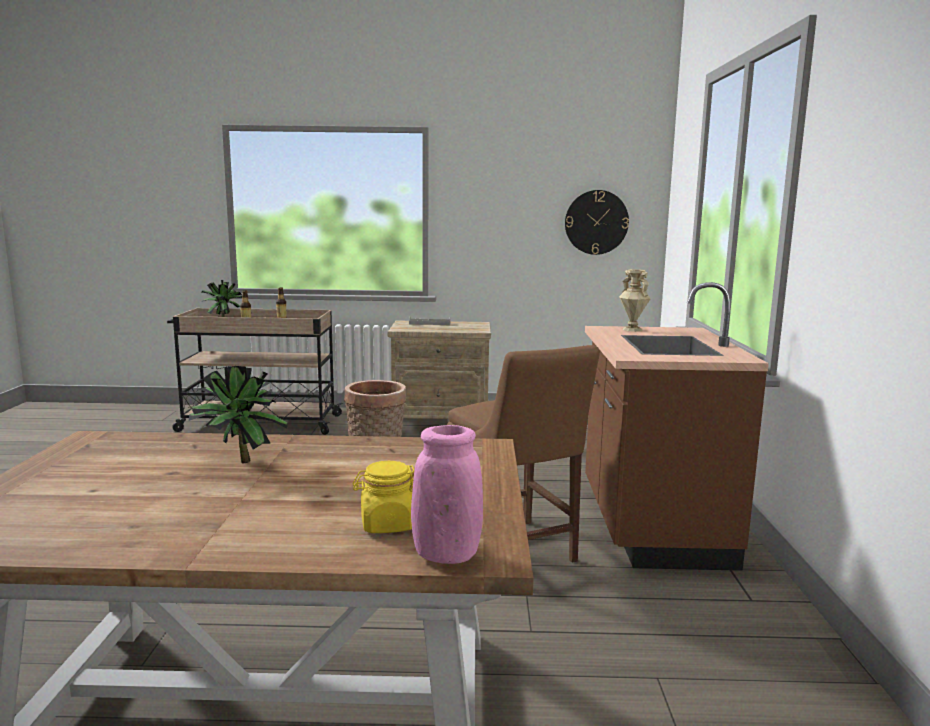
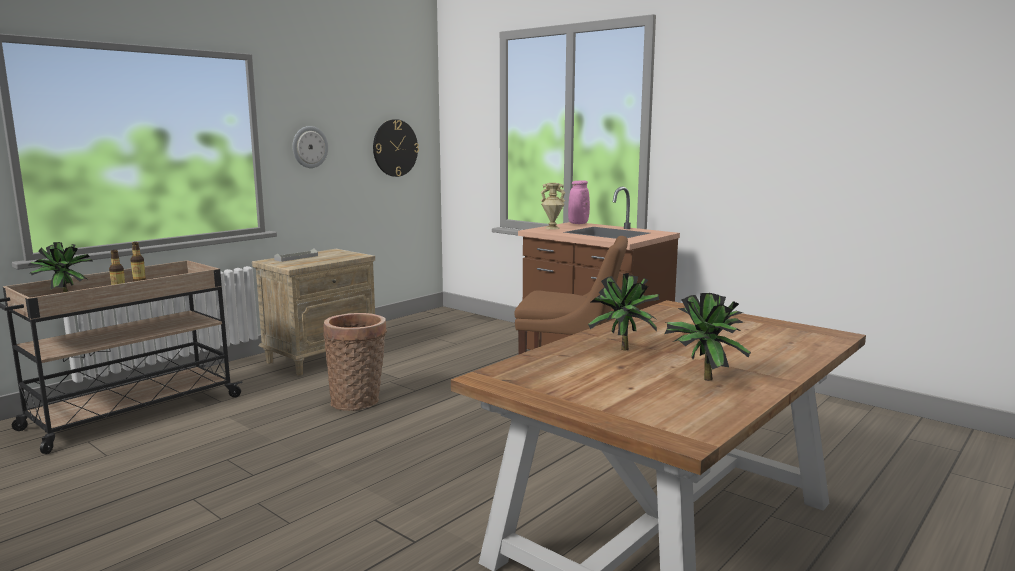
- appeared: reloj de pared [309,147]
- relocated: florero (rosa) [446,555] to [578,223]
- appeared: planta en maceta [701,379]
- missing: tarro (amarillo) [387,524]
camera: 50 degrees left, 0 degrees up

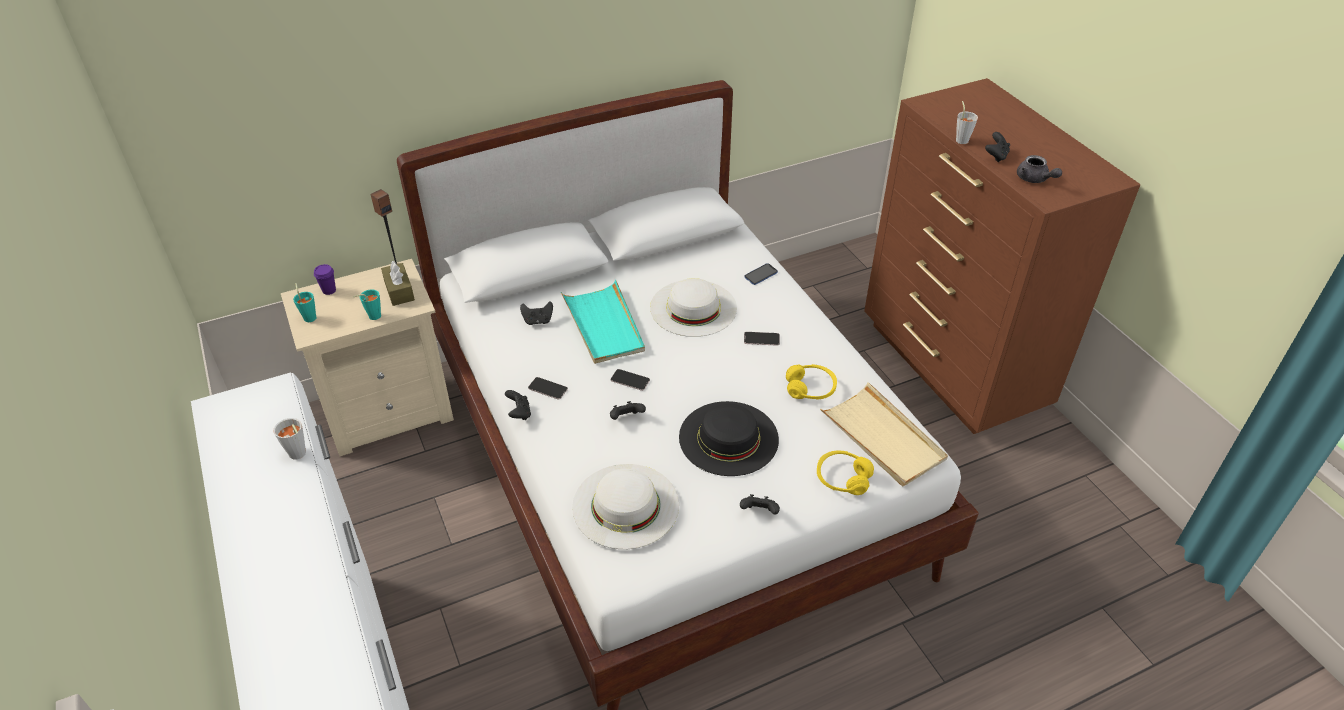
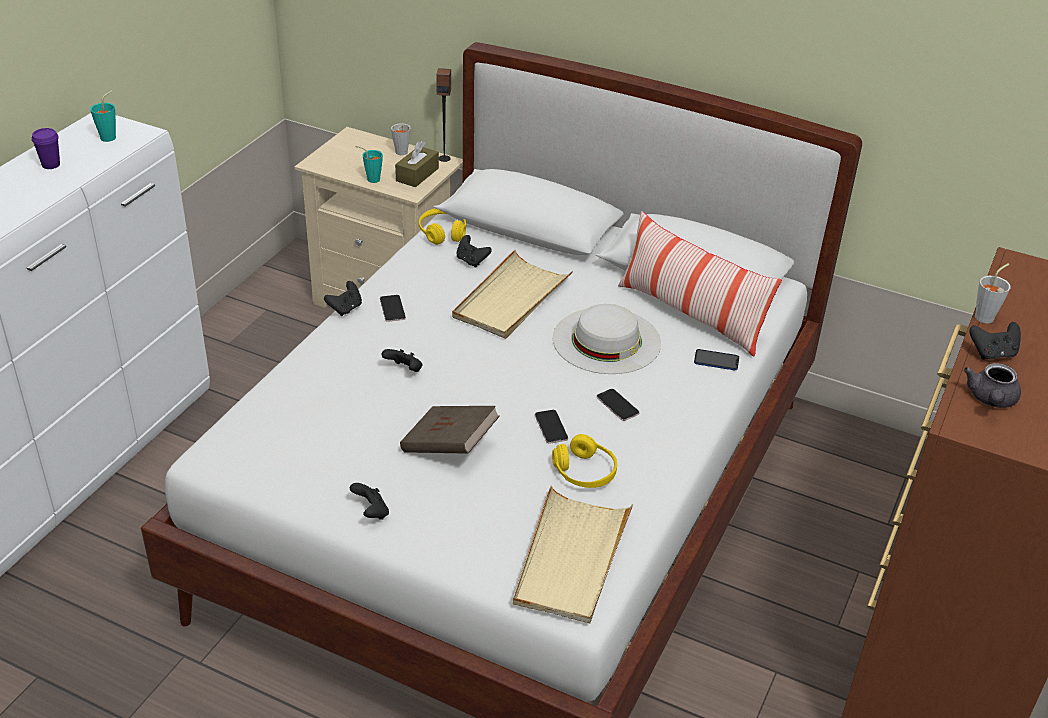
- relocated: taza (morado) [329,290] to [51,165]
- relocated: taza (turquesa) [309,316] to [110,136]
- relocated: taza (gris) [298,455] to [400,153]
- exchanged: sombrero (negro) [728,438] to libro (marrón) [449,446]
- relocated: auriculares (amarillo) [843,478] to [442,233]
- colour: bandeja (turquesa) [604,325] to bandeja (beis) [511,299]
- relocated: móvil [630,380] to [551,427]
- appeared: cojín [691,314]
- missing: sombrero (blanco) [625,505]
camera: 50 degrees right, 5 degrees down

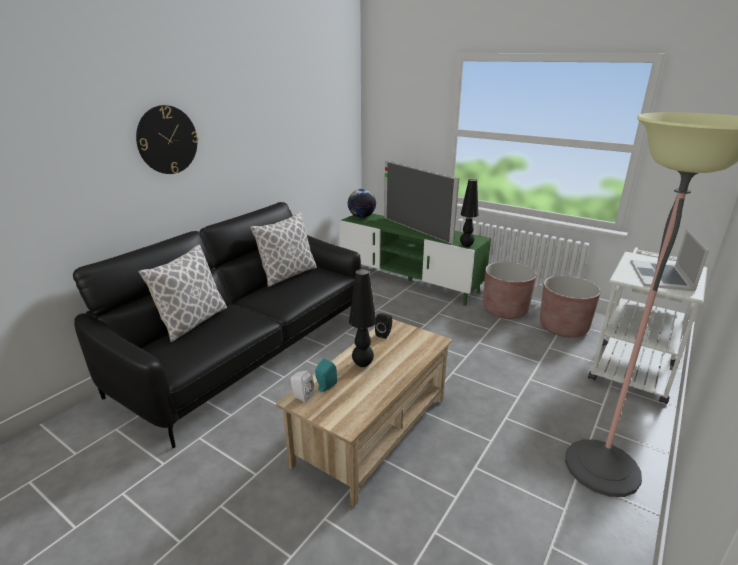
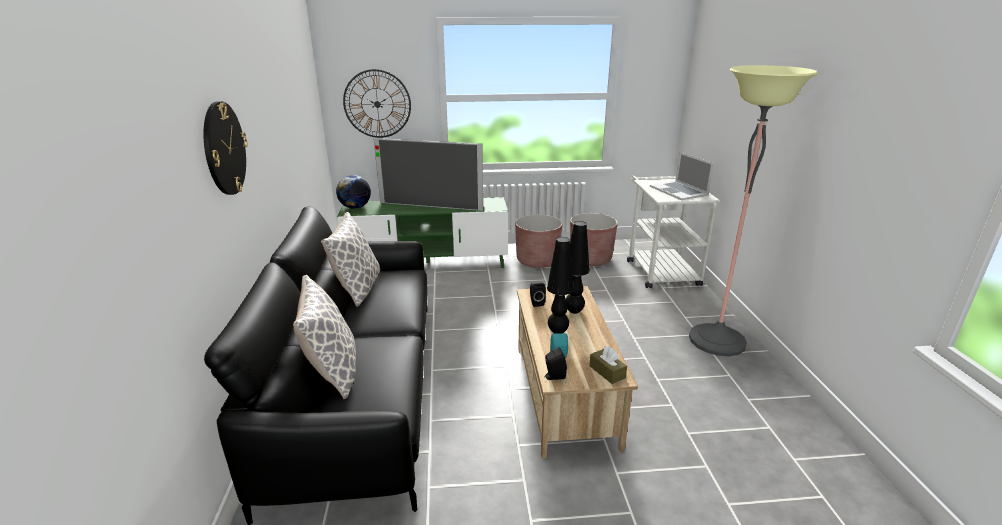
- appeared: reloj de pared [377,104]
- colour: altavoz (blanco) [301,396] to altavoz (negro) [553,376]
- relocated: lámpara de mesa (negro) [466,246] to [574,311]
- appeared: caja de pañuelos (marrón) [607,372]
camera: 40 degrees left, 0 degrees up

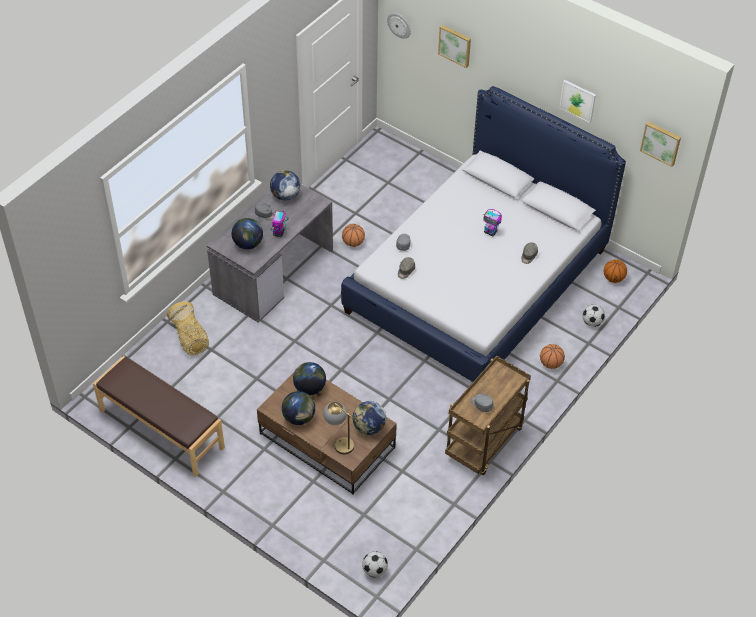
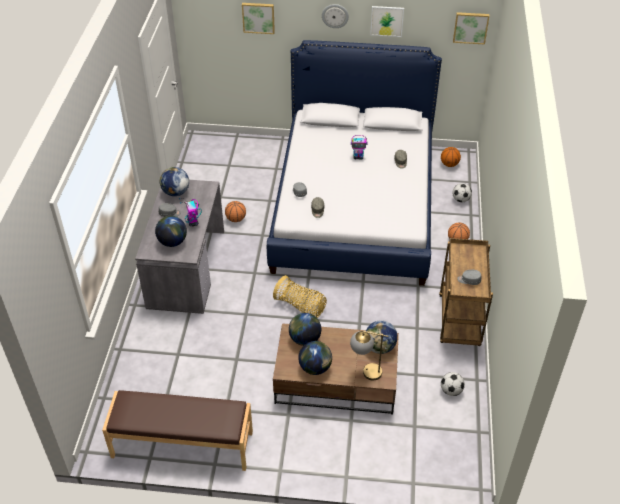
- relocated: cesta [190,338] to [301,306]
- relocated: reloj de pared [399,25] to [335,15]
- relocated: balón de fútbol [374,570] to [451,391]
camera: 30 degrees left, 5 degrees down

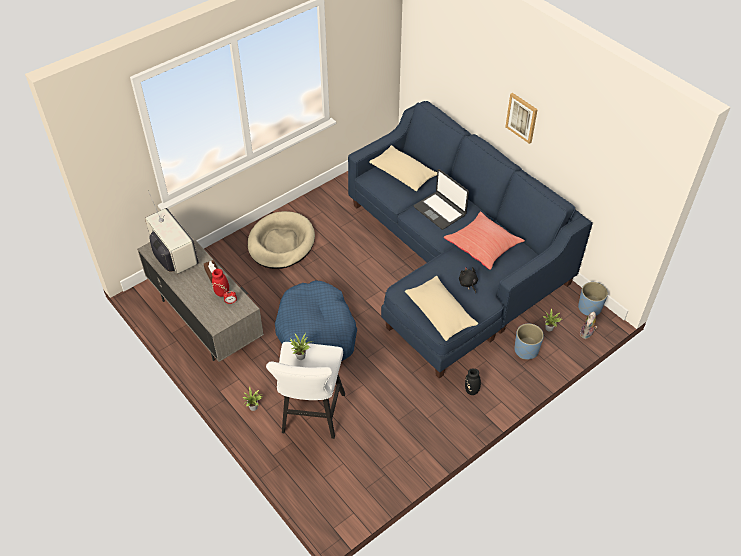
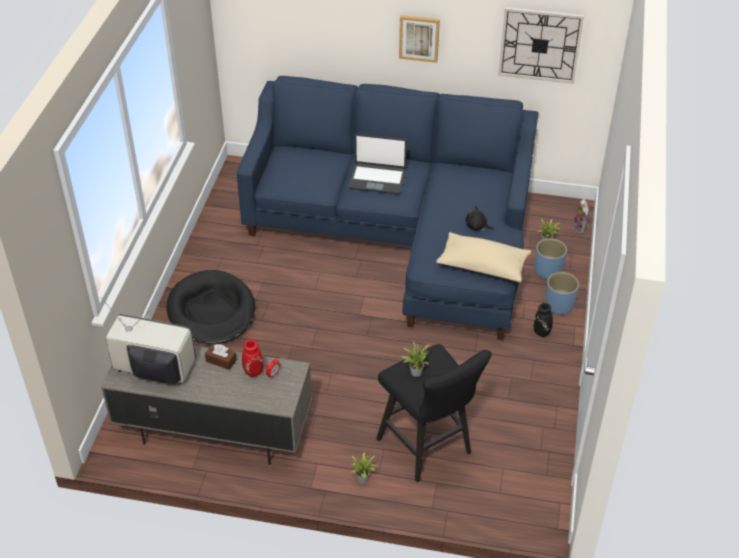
- colour: cama para perro (beis) [281,243] to cama para perro (negro) [211,311]
- colour: taburete (blanco) [311,417] to taburete (negro) [428,449]
- appeared: reloj de pared [540,45]
- relocated: maceta (azul) [590,308] to [559,305]
- missing: cama para perro (azul) [317,332]
- missing: cojín (beis) [403,174]
- missing: cojín (rojo) [483,247]
camera: 40 degrees left, 5 degrees down

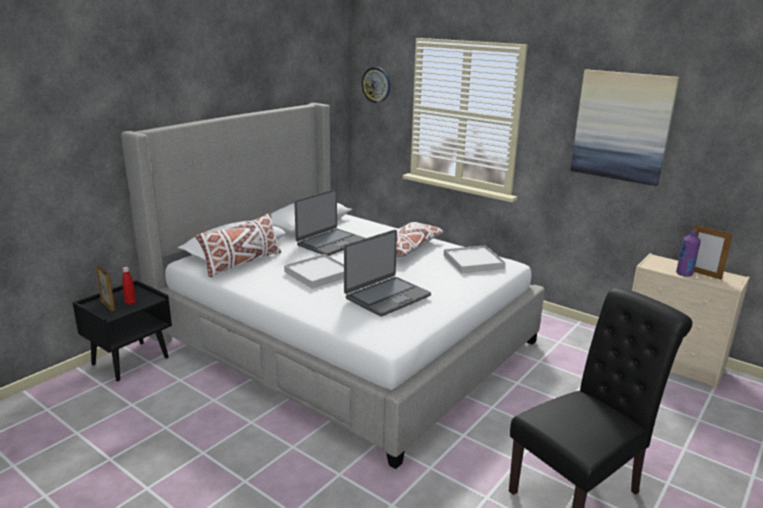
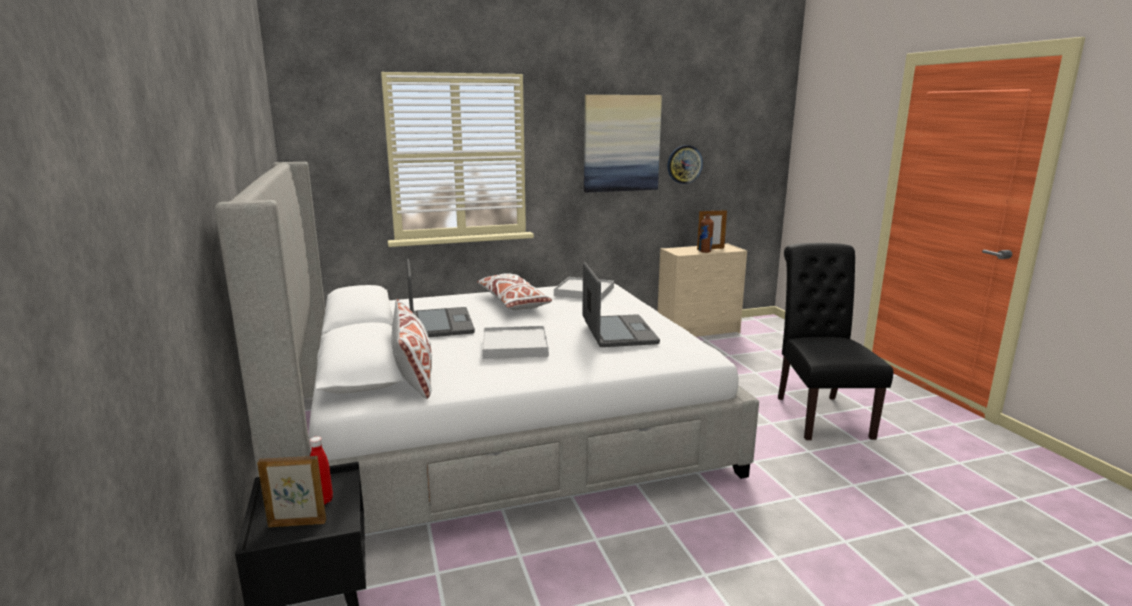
- relocated: reloj de pared [376,85] to [684,164]
- colour: botella (morado) [684,274] to botella (marrón) [705,251]
camera: 55 degrees left, 5 degrees down

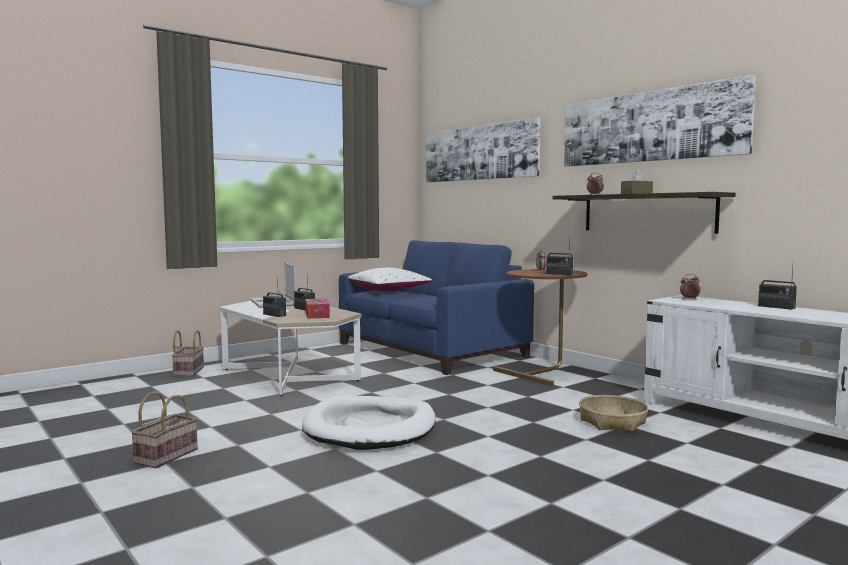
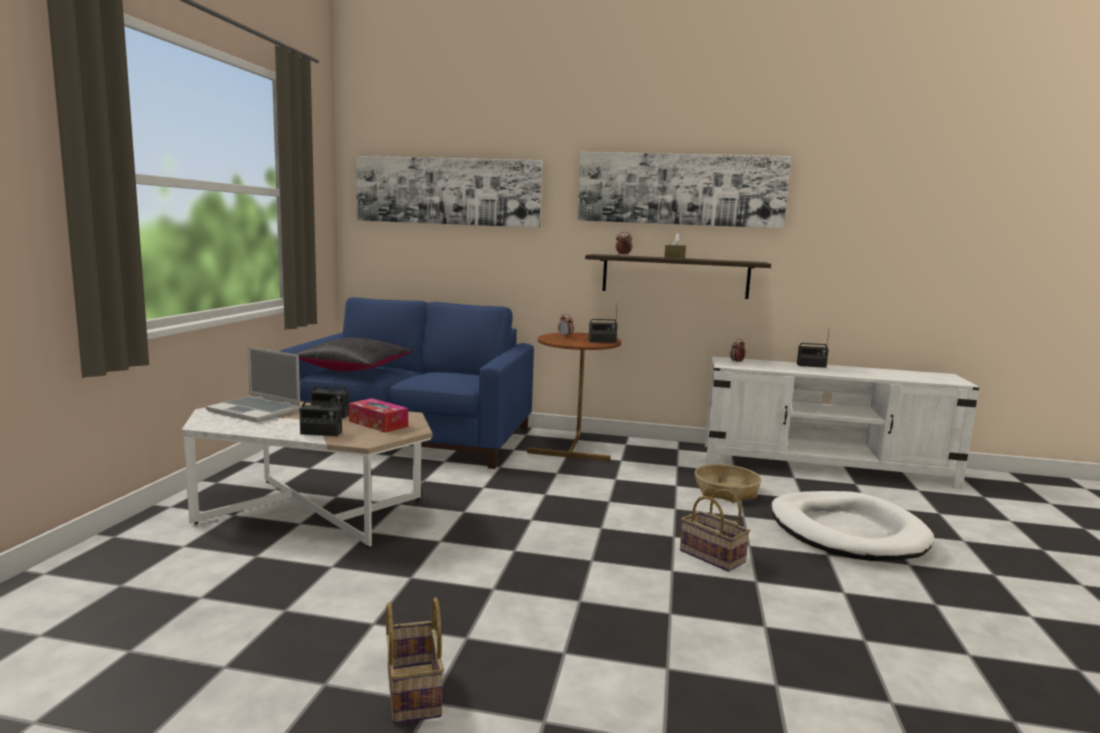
- colour: cojín (blanco) [388,290] to cojín (negro) [354,368]
- relocated: cesta [188,371] to [710,556]
- relocated: cama para perro (blanco) [370,428] to [846,531]
camera: 40 degrees left, 5 degrees up

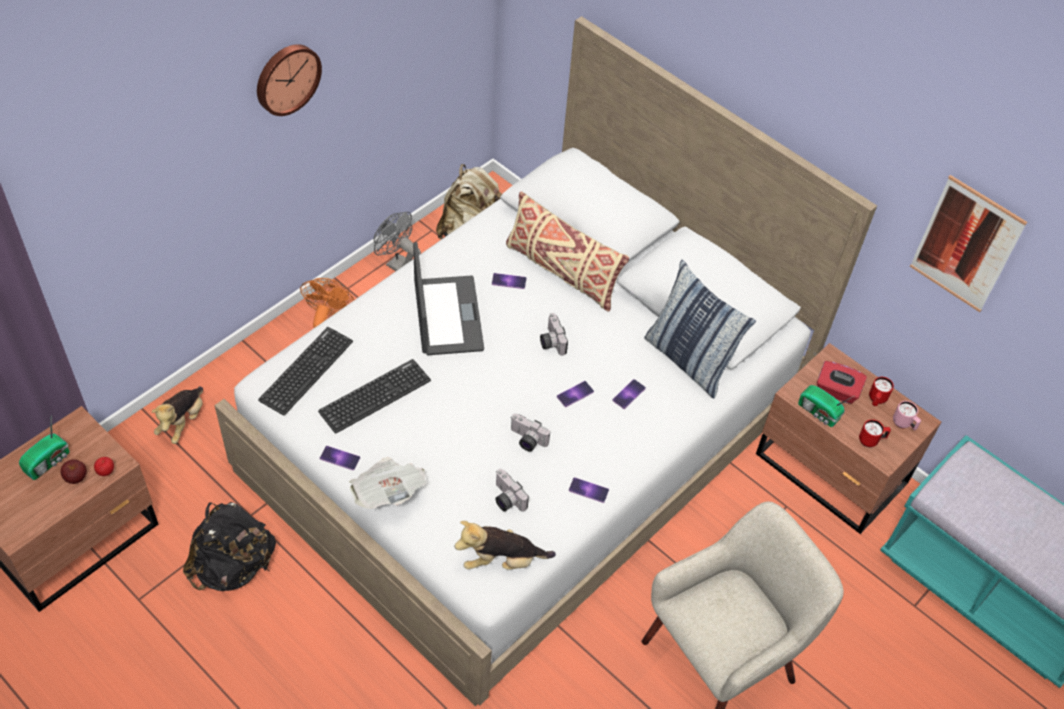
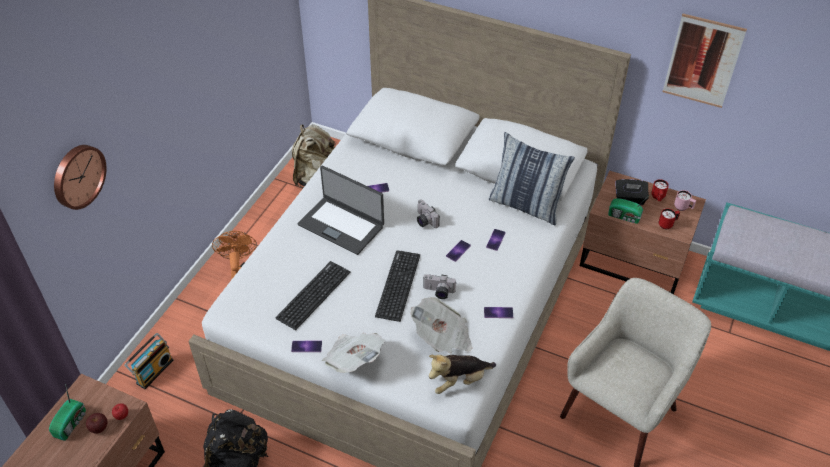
- relocated: reloj de pared [286,78] to [77,176]
- exchanged: peluche [182,422] to radio [153,371]
- spun: portátil [446,316] = [341,225] 150 degrees clockwise
- relocated: teclado [306,371] to [398,285]
- exchanged: cámara [506,499] to periódico [442,337]
- colour: caja de pañuelos (rojo) [836,391] to caja de pañuelos (negro) [629,199]
- missing: ventilador (gris) [398,265]
- missing: cojín (beis) [561,271]
camera: 15 degrees left, 5 degrees down

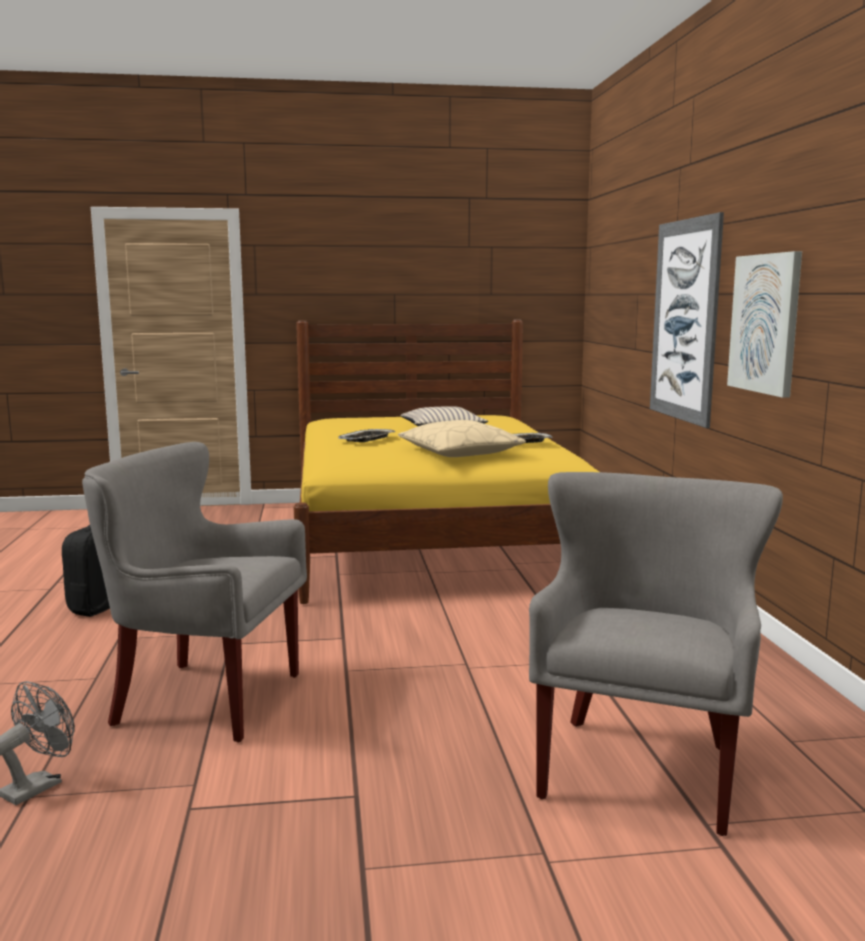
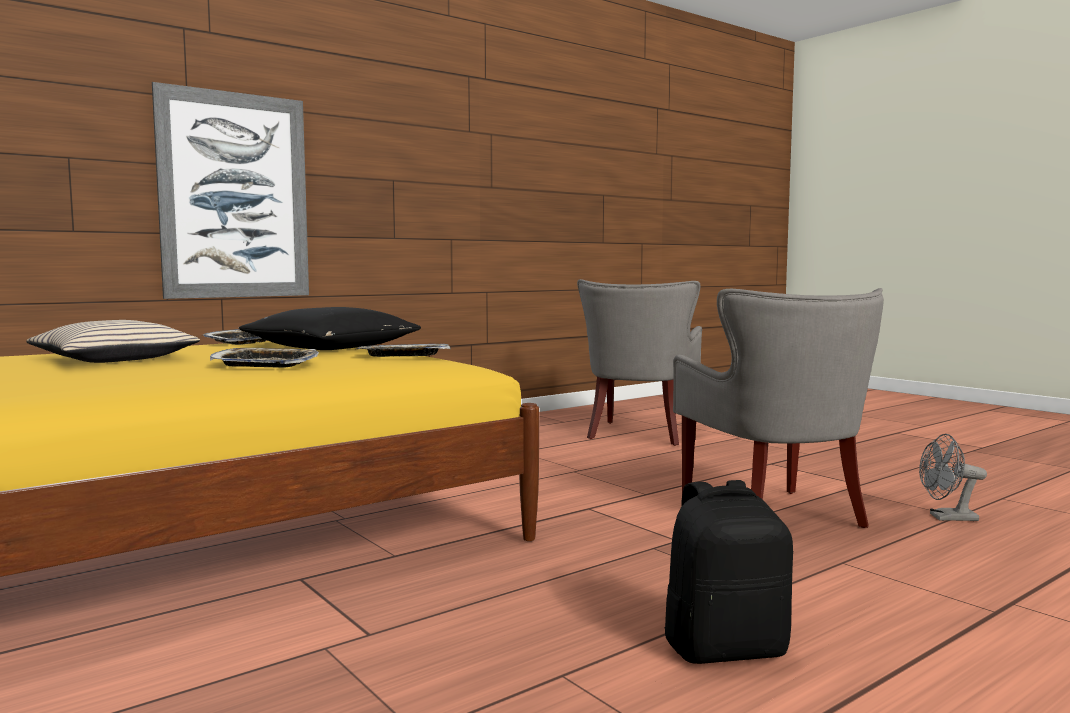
- colour: cojín (beis) [459,453] to cojín (negro) [332,347]
- appeared: bandeja [403,356]
- spun: sillón (gris) [641,770] = [639,434] 60 degrees counterclockwise
- missing: cuadro [765,323]
camera: 120 degrees left, 5 degrees down

